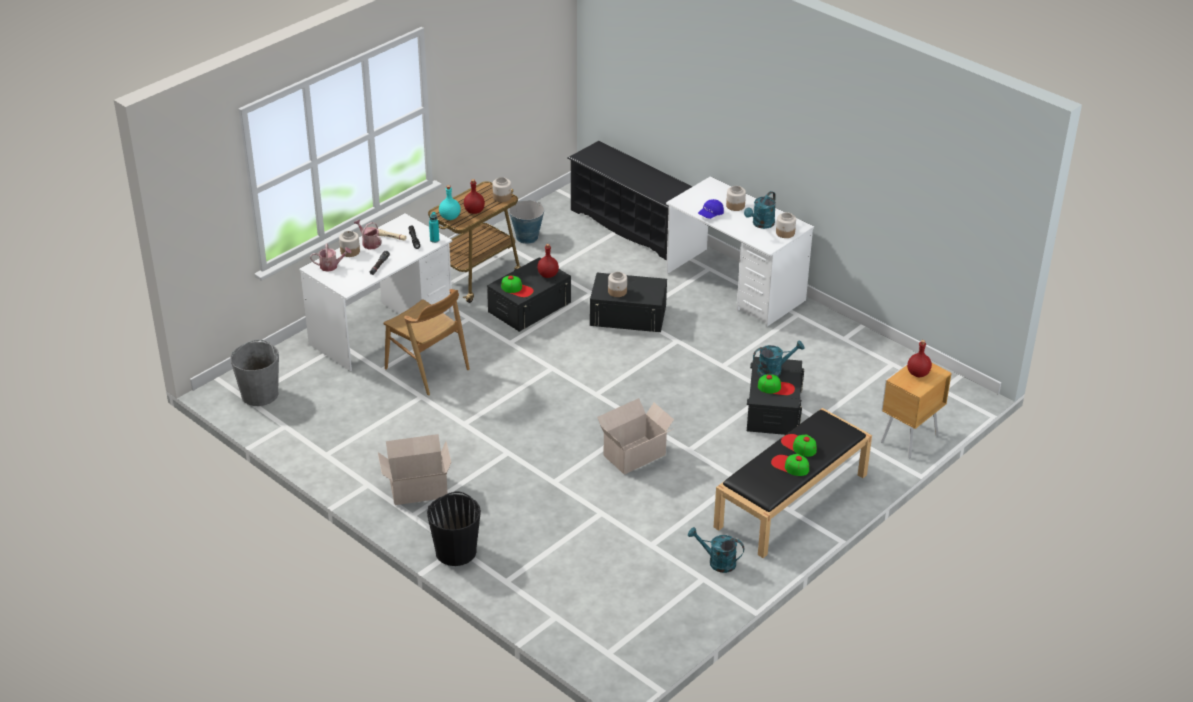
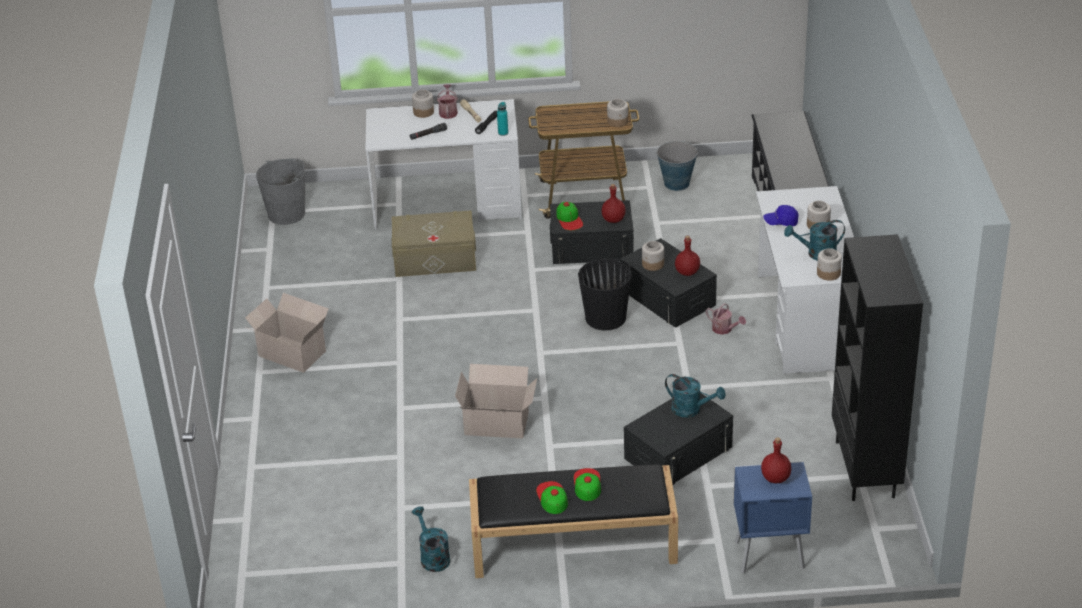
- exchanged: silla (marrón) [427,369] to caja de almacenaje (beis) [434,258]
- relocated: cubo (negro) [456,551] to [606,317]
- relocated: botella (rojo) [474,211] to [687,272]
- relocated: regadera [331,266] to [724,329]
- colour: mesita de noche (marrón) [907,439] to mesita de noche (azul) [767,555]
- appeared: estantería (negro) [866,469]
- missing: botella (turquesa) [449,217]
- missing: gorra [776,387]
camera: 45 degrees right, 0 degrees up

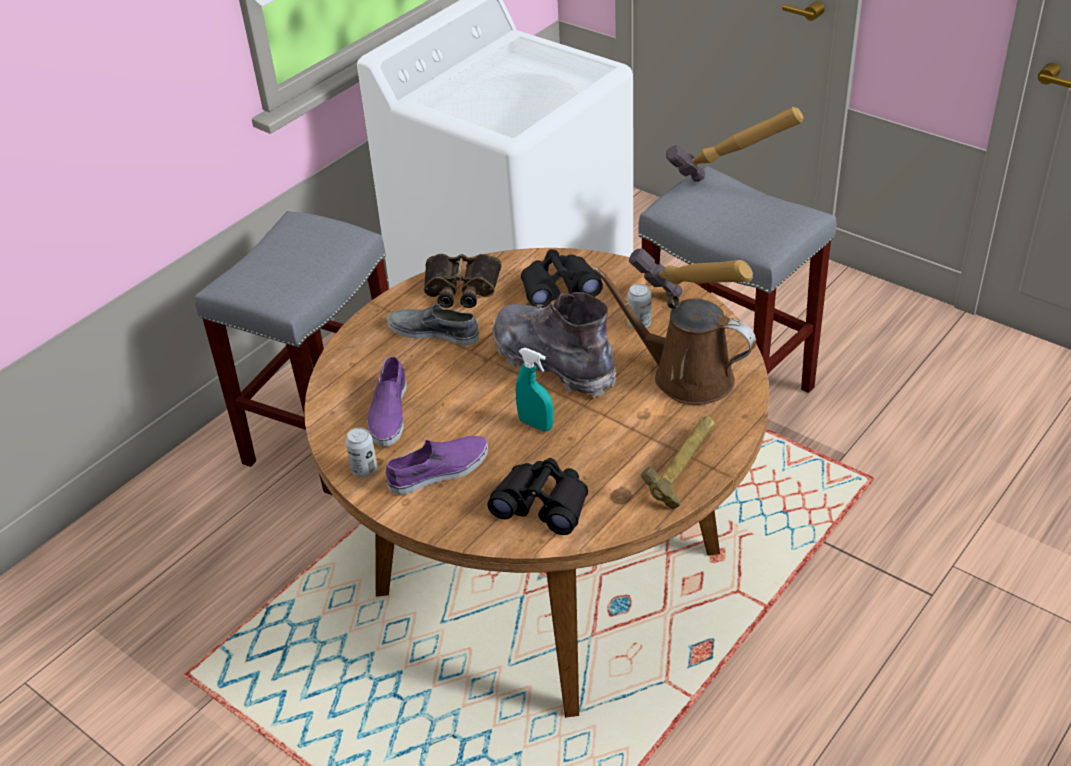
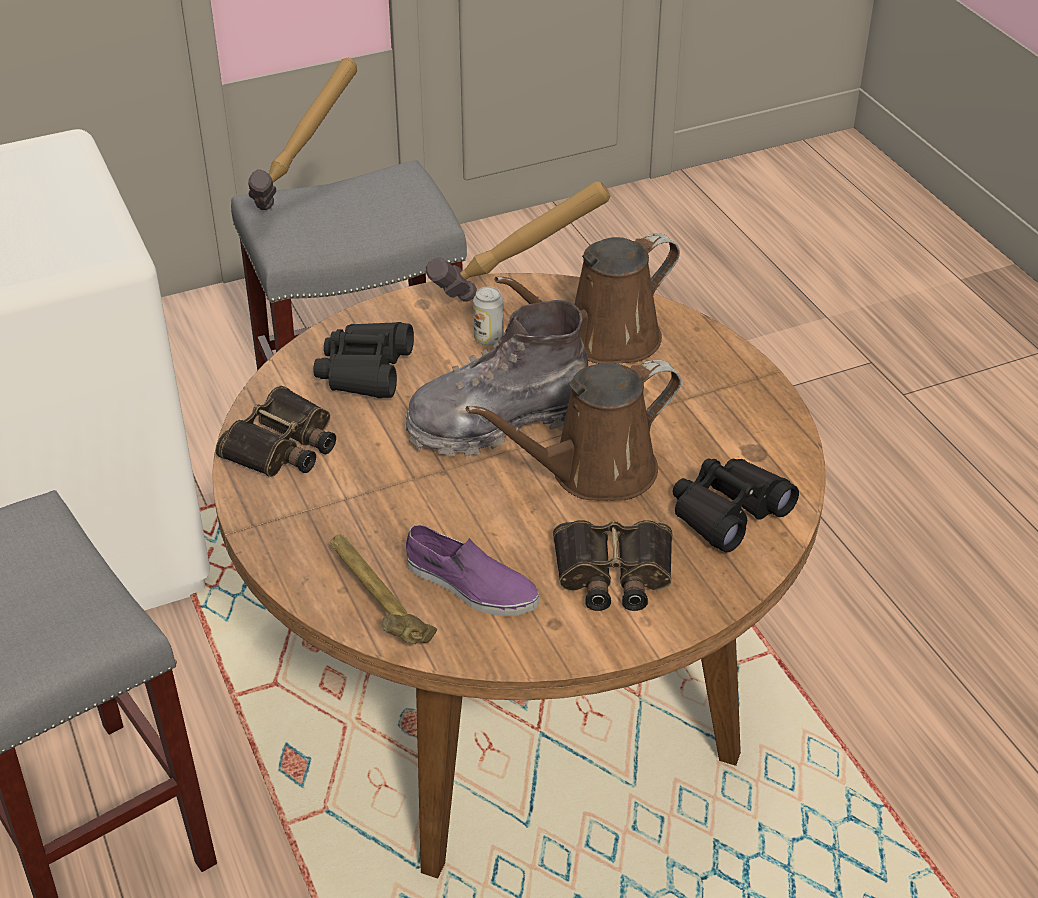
- relocated: martillo [683,470] to [378,604]
- exchanged: pulverizador (turquesa) [536,424] to regadera (marrón) [593,472]
- exchanged: zapato (morado) [439,471] to prismáticos [613,575]
- missing: lata [364,470]
- missing: zapato (gris) [434,331]
camera: 65 degrees left, 0 degrees up

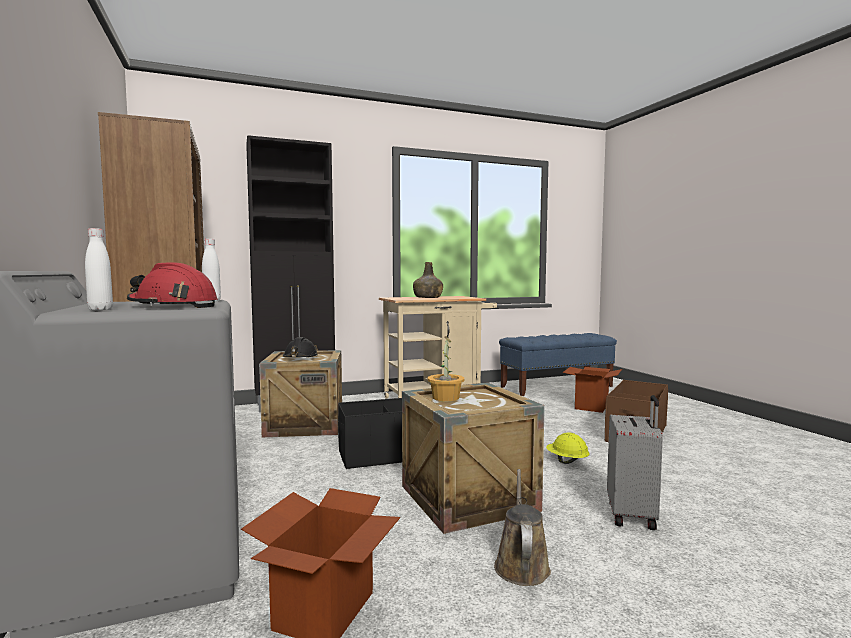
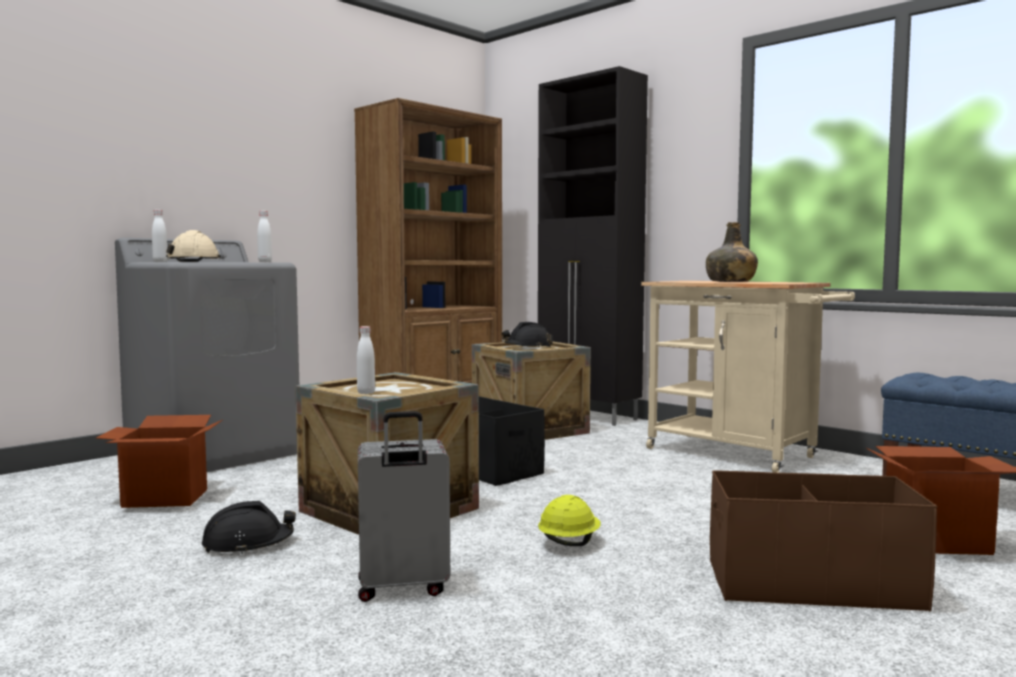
- colour: casco (rojo) [173,306] to casco (beis) [194,261]
- exchanged: regadera (marrón) [521,565] to casco (negro) [248,544]
- appeared: botella (blanco) [366,392]
- missing: planta en maceta [445,398]
camera: 65 degrees right, 0 degrees up

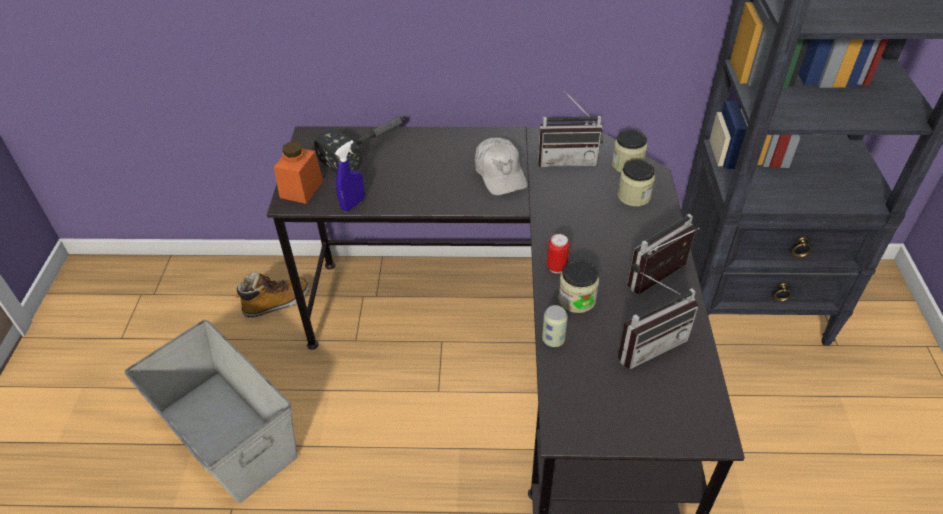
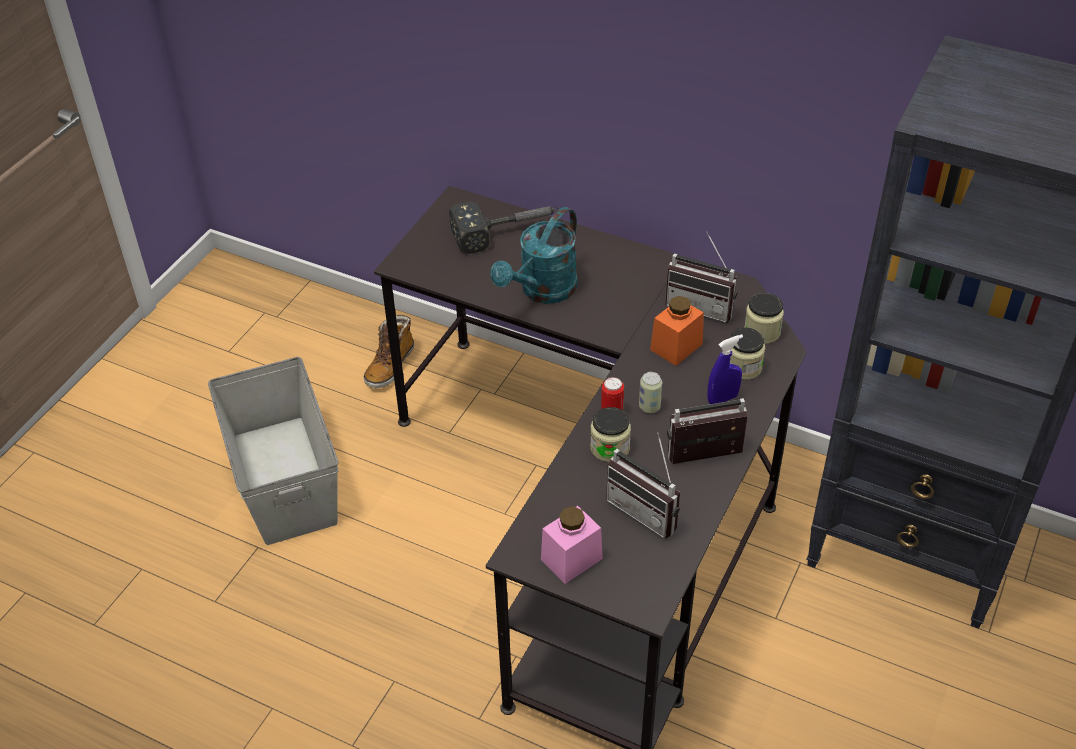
- spun: bota [276,302] = [390,366] 120 degrees clockwise
- appeared: regadera (turquesa) [542,291]
- appeared: tarro (rosa) [571,559]
- spun: radio [647,343] = [648,510] 45 degrees clockwise
- relocated: lata [553,340] to [649,407]
- relocated: tarro (naranja) [301,189] to [676,347]
- relocated: pulverizador (azul) [353,204] to [722,399]
- missing: gorra (blanco) [500,174]
camera: 25 degrees right, 0 degrees up

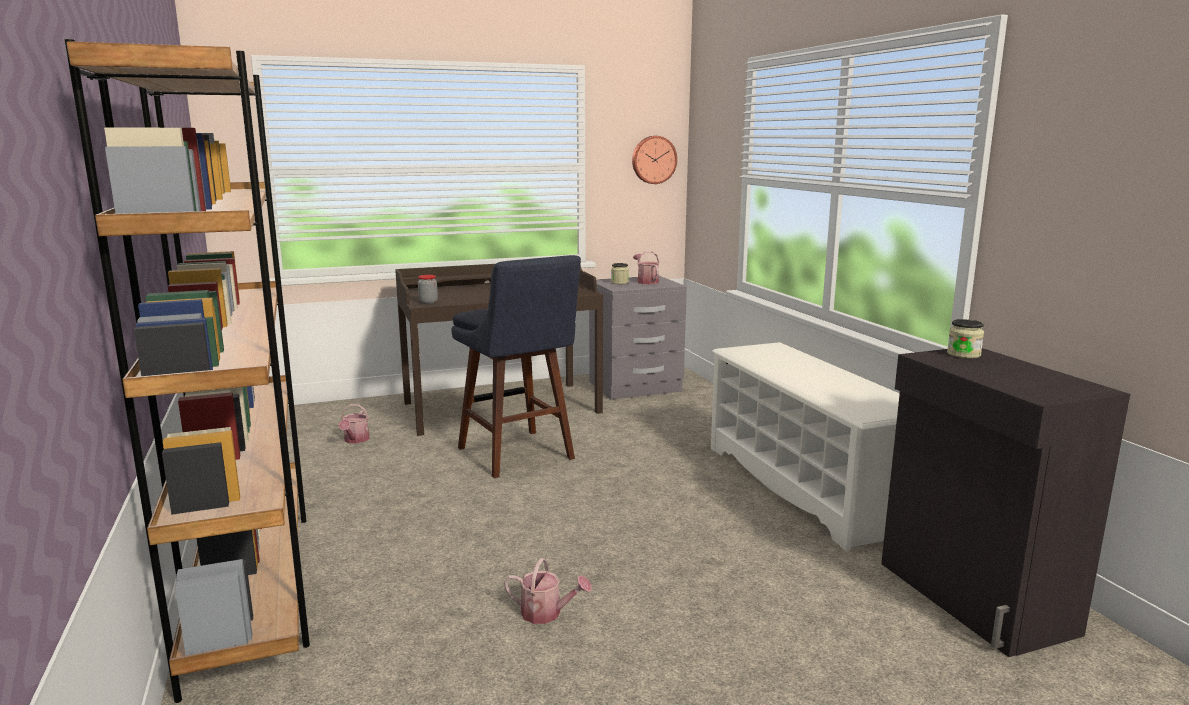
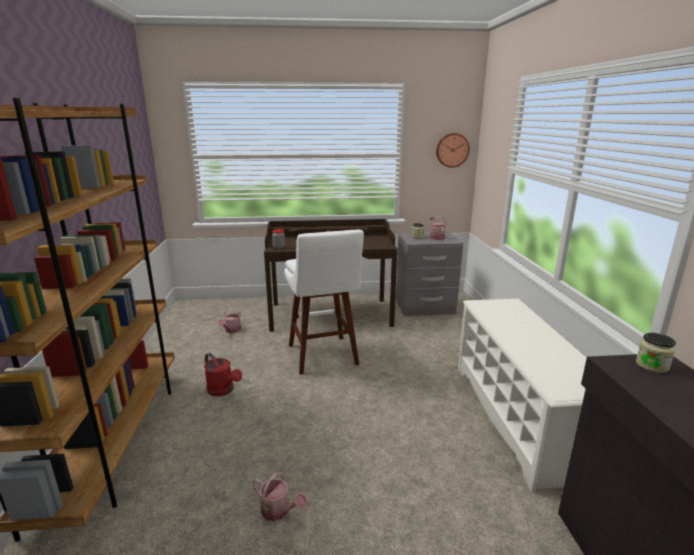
- appeared: regadera (rojo) [223,391]
- colour: taburete (azul) [519,456] to taburete (blanco) [324,357]
camera: 15 degrees right, 5 degrees up

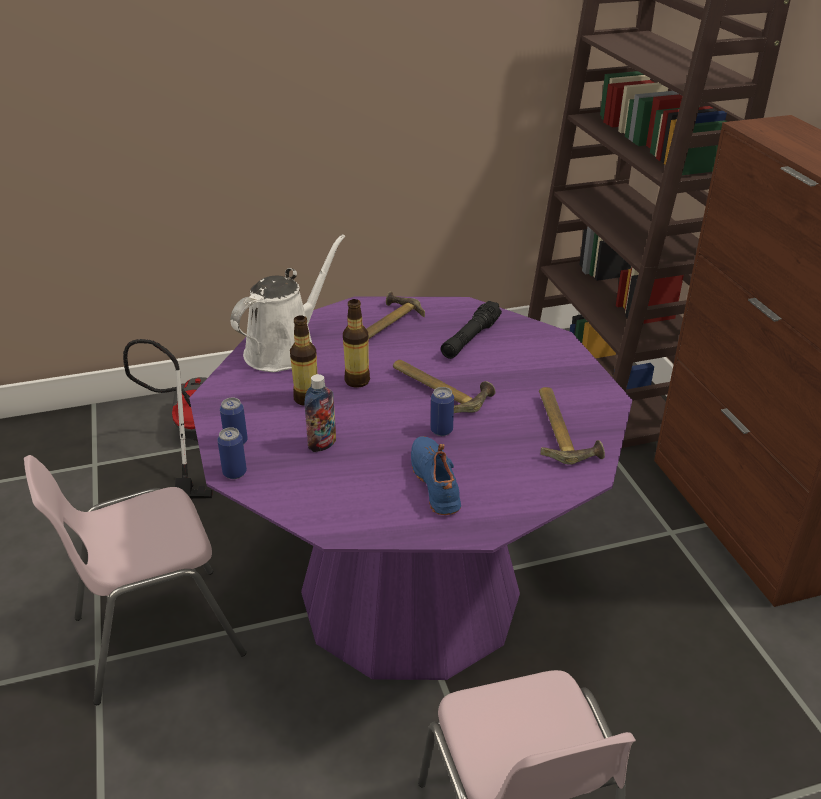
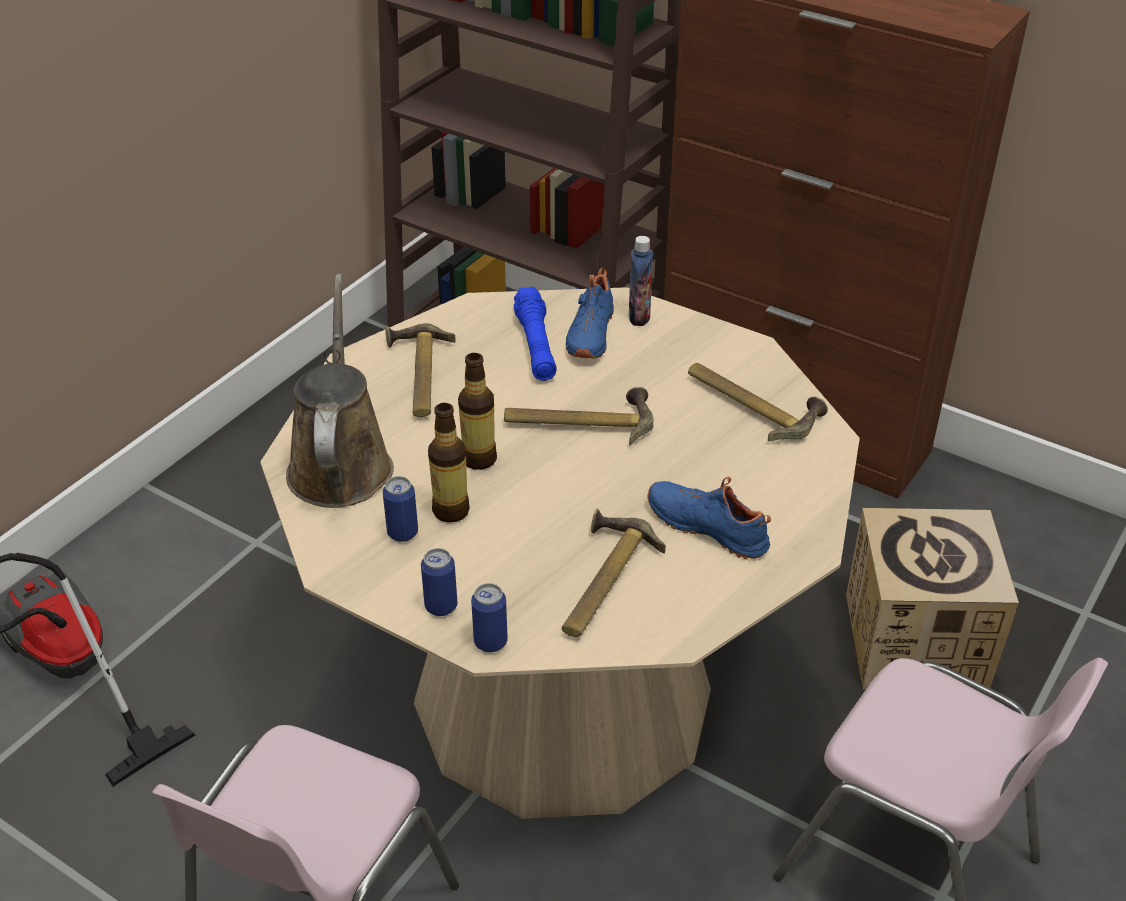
- colour: mesa de comedor (morado) [410,593] to mesa de comedor (beis) [562,696]
- colour: regadera (blanco) [286,349] to regadera (marrón) [340,463]
- relocated: lata [441,430] to [402,533]
- colour: linterna (negro) [470,339] to linterna (azul) [536,345]
- appeared: martillo [600,580]
- appeared: zapato (azul) [588,334]
- relocated: botella [322,444] to [639,317]
- appeared: caja de cartón [916,642]
camera: 40 degrees left, 5 degrees up

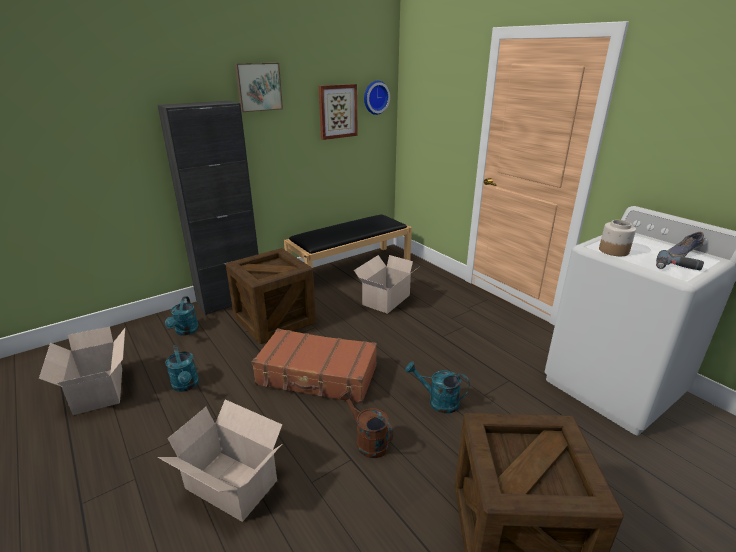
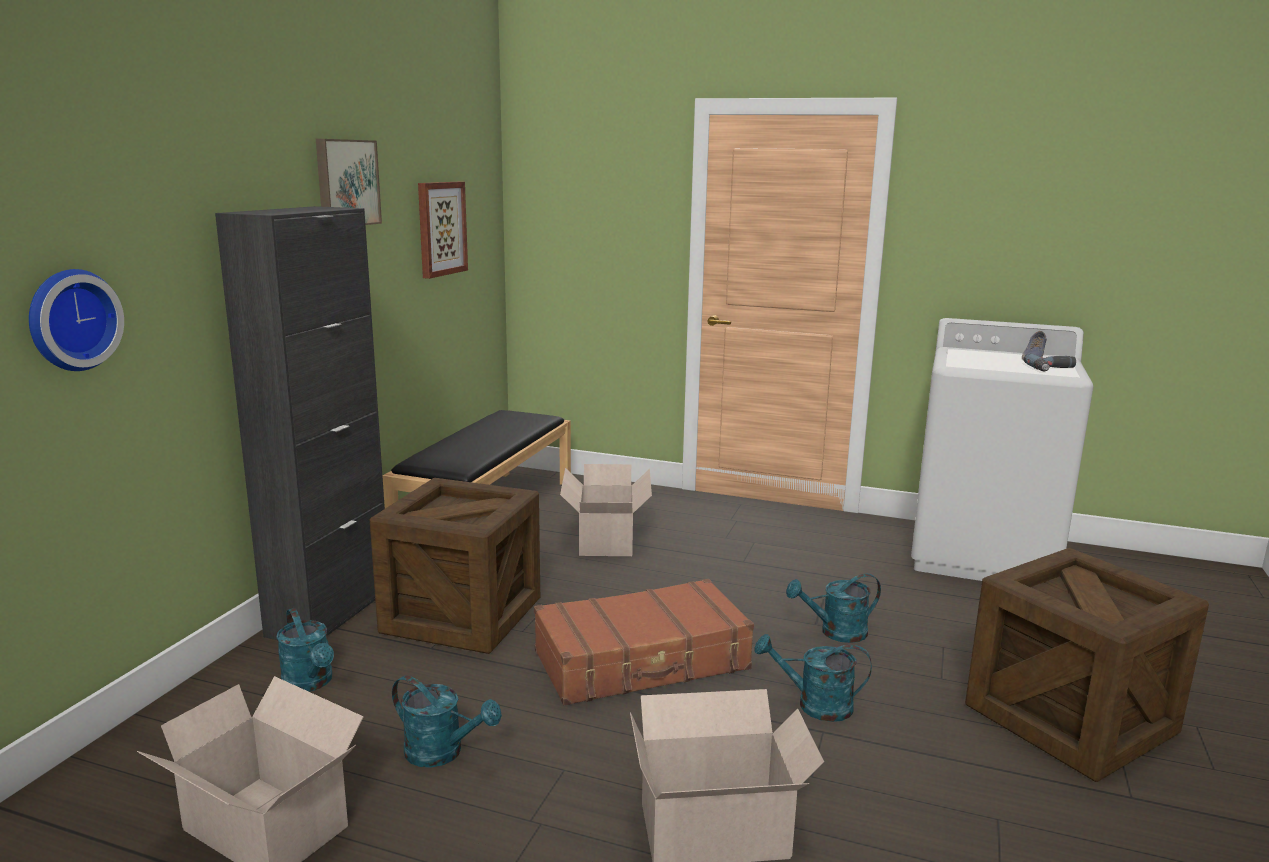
- relocated: reloj de pared [375,97] to [70,319]
- colour: regadera (marrón) [367,441] to regadera (turquesa) [814,705]
- missing: tarro [613,251]
camera: 35 degrees left, 10 degrees down

